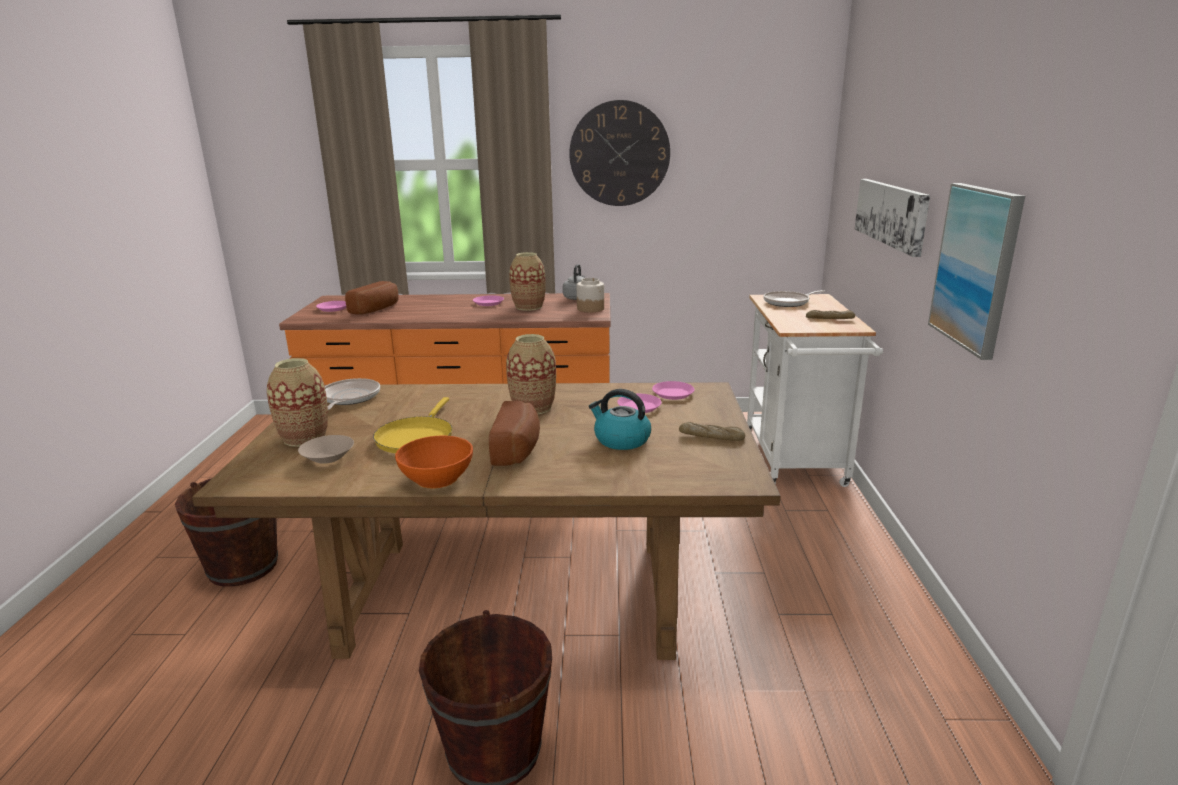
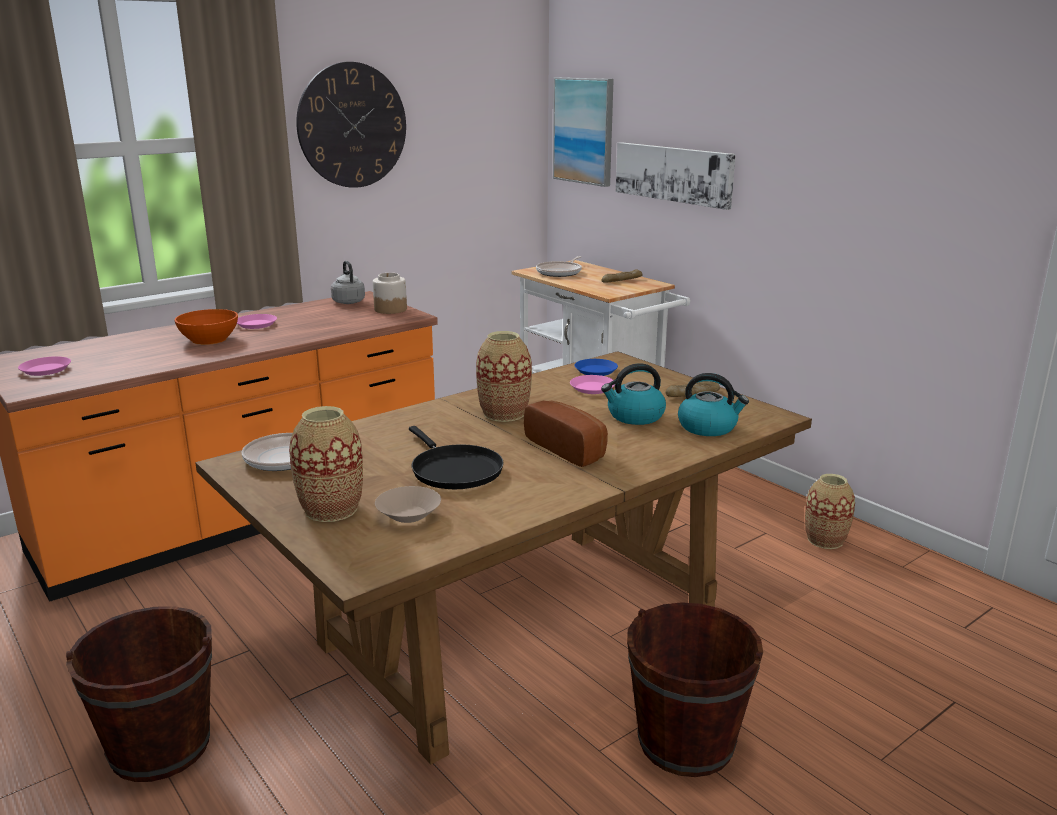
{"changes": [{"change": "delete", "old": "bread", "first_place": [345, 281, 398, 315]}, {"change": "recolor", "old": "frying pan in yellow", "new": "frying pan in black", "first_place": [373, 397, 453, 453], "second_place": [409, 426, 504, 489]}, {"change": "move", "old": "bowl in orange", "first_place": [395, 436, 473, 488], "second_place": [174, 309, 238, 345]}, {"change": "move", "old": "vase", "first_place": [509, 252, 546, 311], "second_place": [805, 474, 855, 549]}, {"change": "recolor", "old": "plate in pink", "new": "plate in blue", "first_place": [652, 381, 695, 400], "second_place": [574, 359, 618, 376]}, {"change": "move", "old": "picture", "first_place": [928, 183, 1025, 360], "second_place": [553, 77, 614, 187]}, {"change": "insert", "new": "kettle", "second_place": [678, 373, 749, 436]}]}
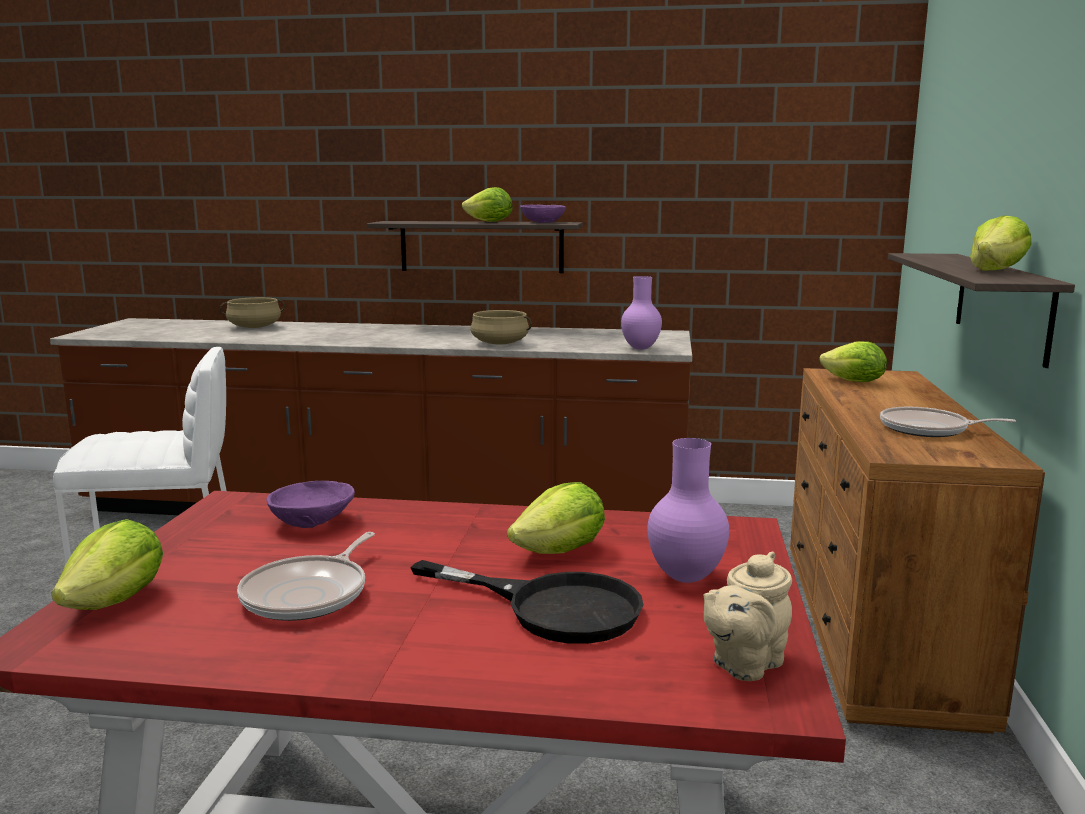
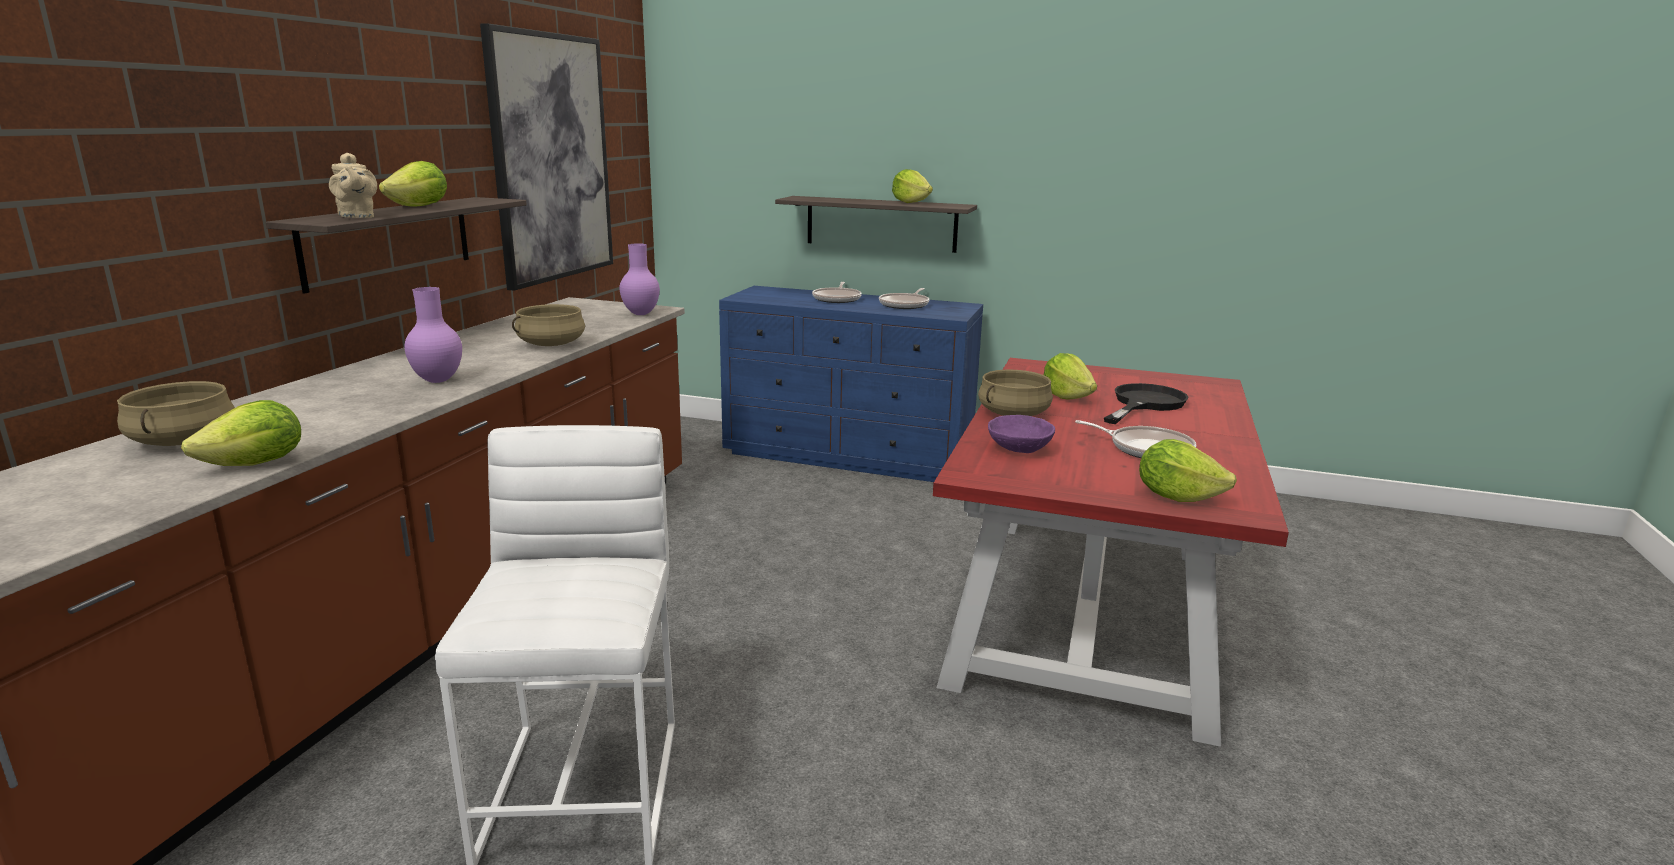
{"changes": [{"change": "delete", "old": "bowl in purple", "first_place": [520, 205, 566, 223]}, {"change": "move", "old": "vase in purple", "first_place": [648, 438, 729, 583], "second_place": [404, 287, 462, 383]}, {"change": "move", "old": "teapot in beige", "first_place": [703, 552, 792, 681], "second_place": [329, 153, 377, 218]}, {"change": "recolor", "old": "dresser in brown", "new": "dresser in blue", "first_place": [790, 368, 1045, 734], "second_place": [719, 286, 983, 482]}, {"change": "move", "old": "lettuce", "first_place": [819, 341, 887, 382], "second_place": [181, 400, 301, 466]}, {"change": "insert", "new": "picture", "second_place": [480, 23, 613, 291]}, {"change": "insert", "new": "frying pan", "second_place": [812, 282, 862, 303]}, {"change": "insert", "new": "cooking pot in beige", "second_place": [978, 369, 1053, 416]}]}
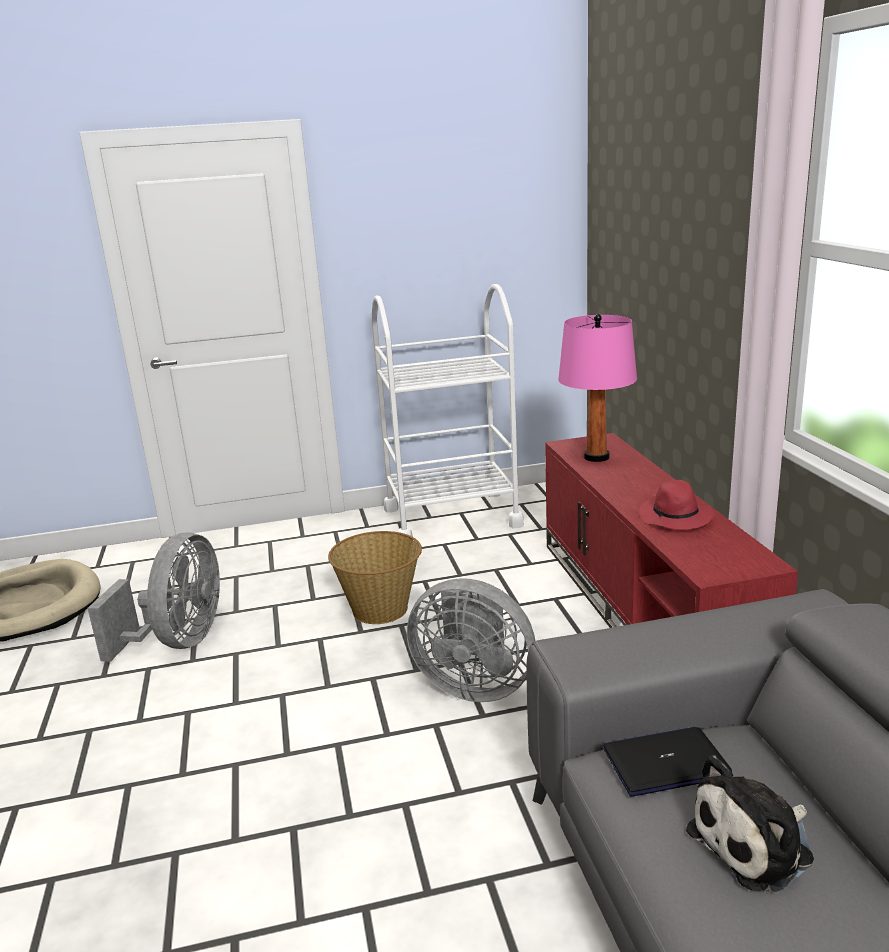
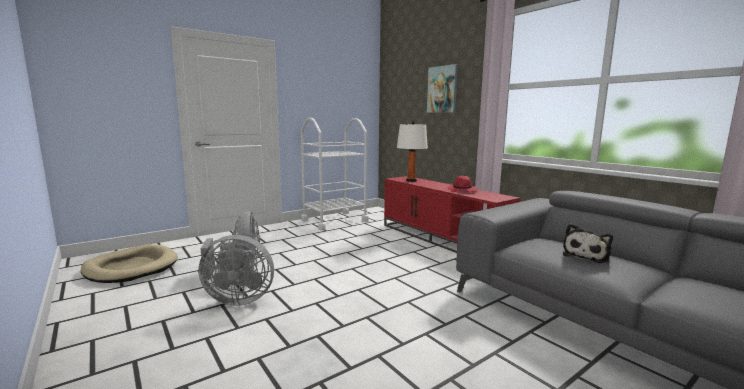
{"changes": [{"change": "delete", "old": "basket", "first_place": [328, 531, 422, 624]}, {"change": "move", "old": "fan in grey", "first_place": [407, 578, 535, 702], "second_place": [199, 235, 274, 306]}, {"change": "recolor", "old": "table lamp in pink", "new": "table lamp in white", "first_place": [558, 314, 637, 462], "second_place": [397, 121, 428, 182]}, {"change": "delete", "old": "laptop", "first_place": [603, 727, 733, 797]}, {"change": "insert", "new": "picture", "second_place": [427, 64, 458, 113]}]}
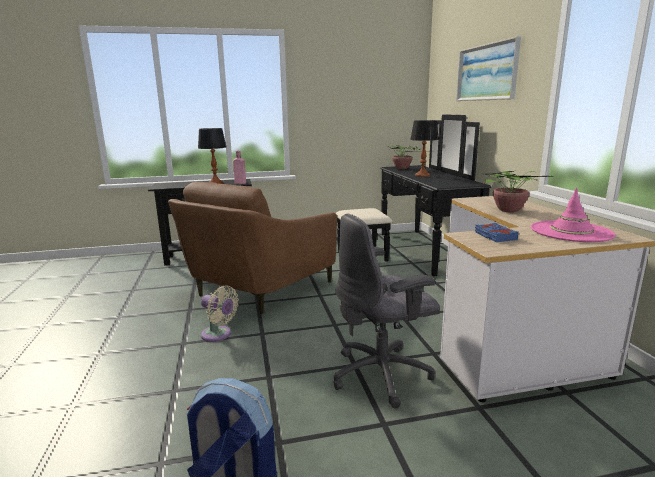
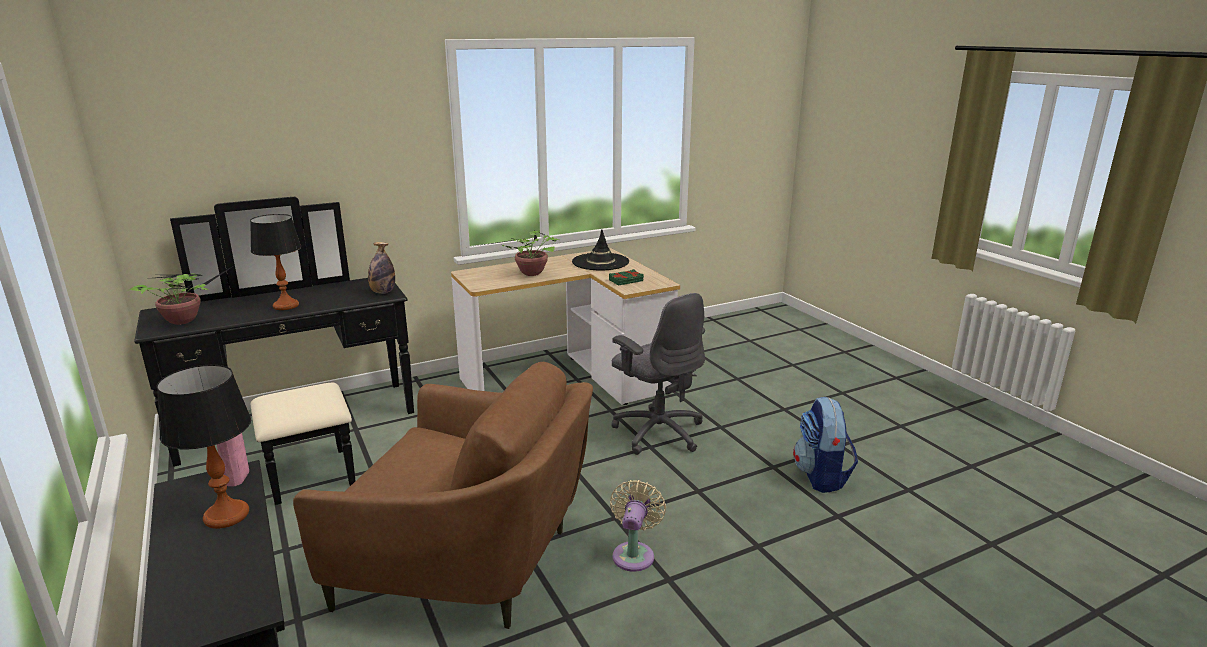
{"changes": [{"change": "delete", "old": "picture", "first_place": [456, 36, 521, 101]}, {"change": "recolor", "old": "book in blue", "new": "book in green", "first_place": [475, 223, 519, 242], "second_place": [609, 269, 644, 286]}, {"change": "recolor", "old": "hat in pink", "new": "hat in black", "first_place": [531, 187, 616, 242], "second_place": [572, 229, 629, 270]}, {"change": "insert", "new": "bottle", "second_place": [368, 242, 395, 294]}]}
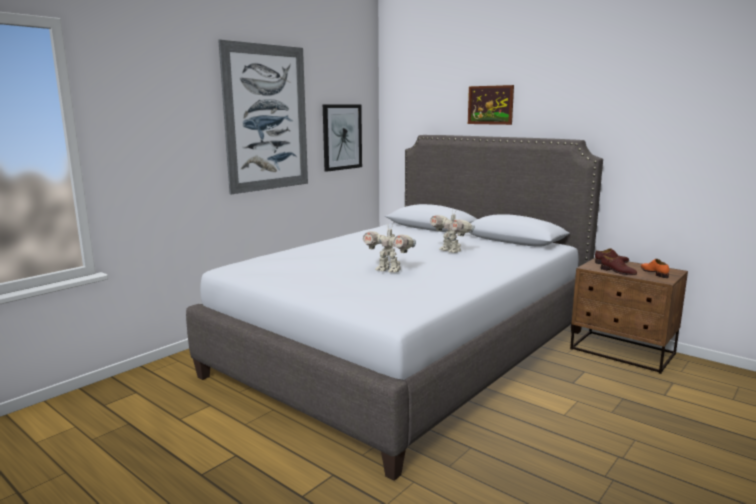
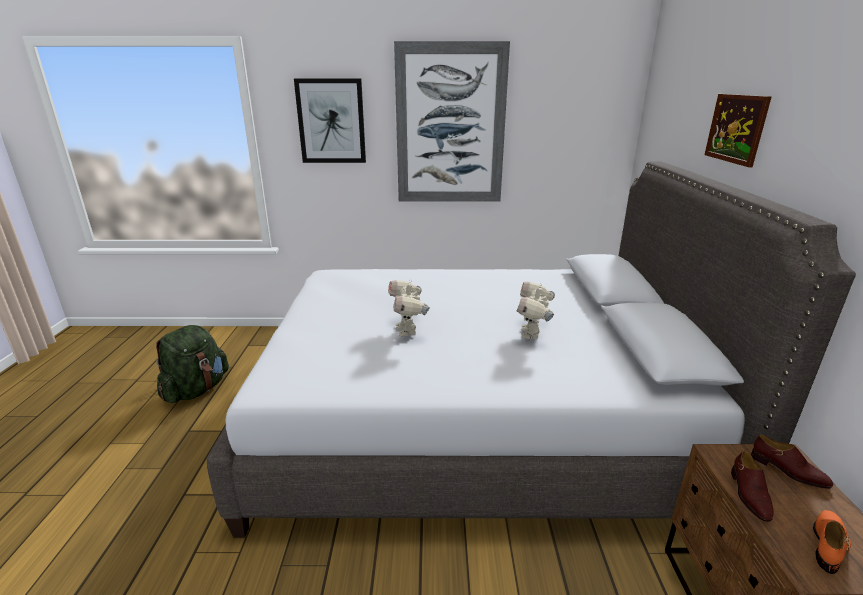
{"changes": [{"change": "move", "old": "picture", "first_place": [323, 104, 362, 172], "second_place": [294, 78, 366, 163]}, {"change": "insert", "new": "backpack in green", "second_place": [156, 325, 229, 403]}]}
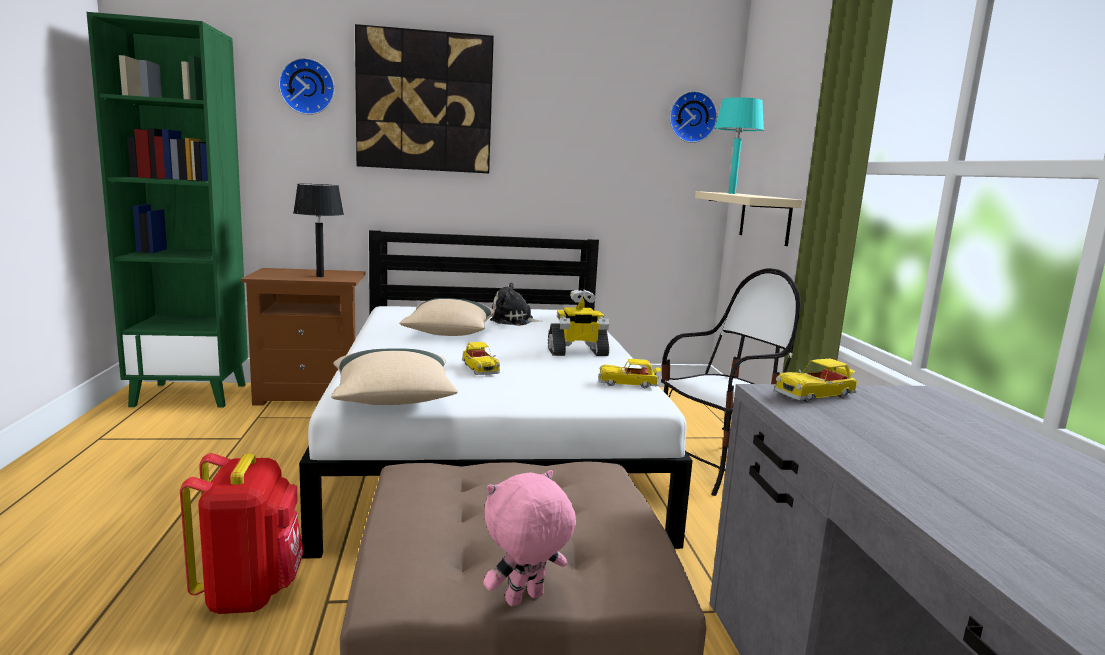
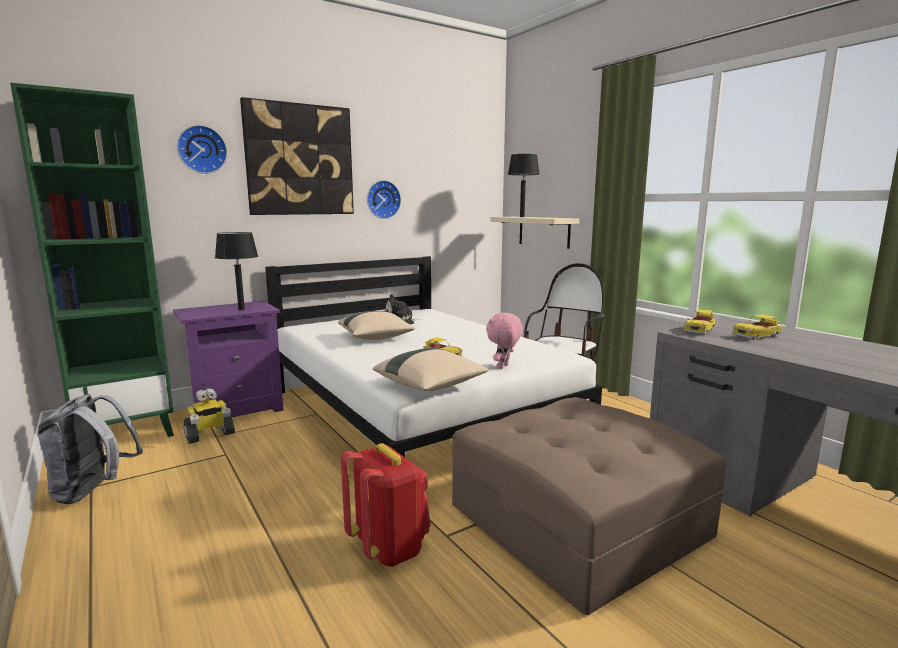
{"changes": [{"change": "recolor", "old": "nightstand in brown", "new": "nightstand in purple", "first_place": [241, 268, 366, 405], "second_place": [173, 301, 284, 417]}, {"change": "move", "old": "plush toy in pink", "first_place": [484, 470, 576, 607], "second_place": [486, 313, 523, 369]}, {"change": "move", "old": "toy robot", "first_place": [548, 289, 609, 356], "second_place": [184, 388, 235, 444]}, {"change": "move", "old": "toy car", "first_place": [599, 359, 661, 388], "second_place": [732, 315, 782, 340]}, {"change": "move", "old": "wall clock", "first_place": [669, 91, 717, 143], "second_place": [367, 180, 401, 219]}, {"change": "recolor", "old": "table lamp in turquoise", "new": "table lamp in black", "first_place": [715, 97, 764, 194], "second_place": [508, 154, 539, 217]}, {"change": "insert", "new": "backpack in grey", "second_place": [37, 394, 143, 504]}]}
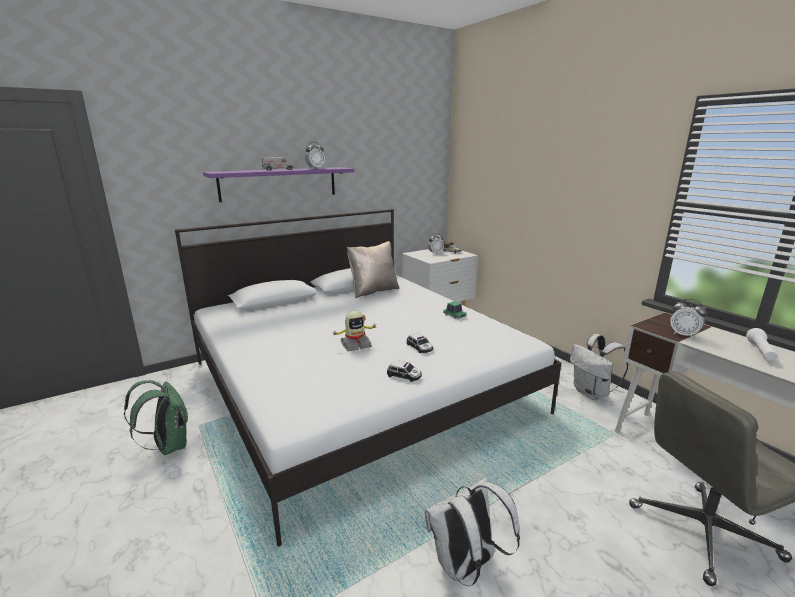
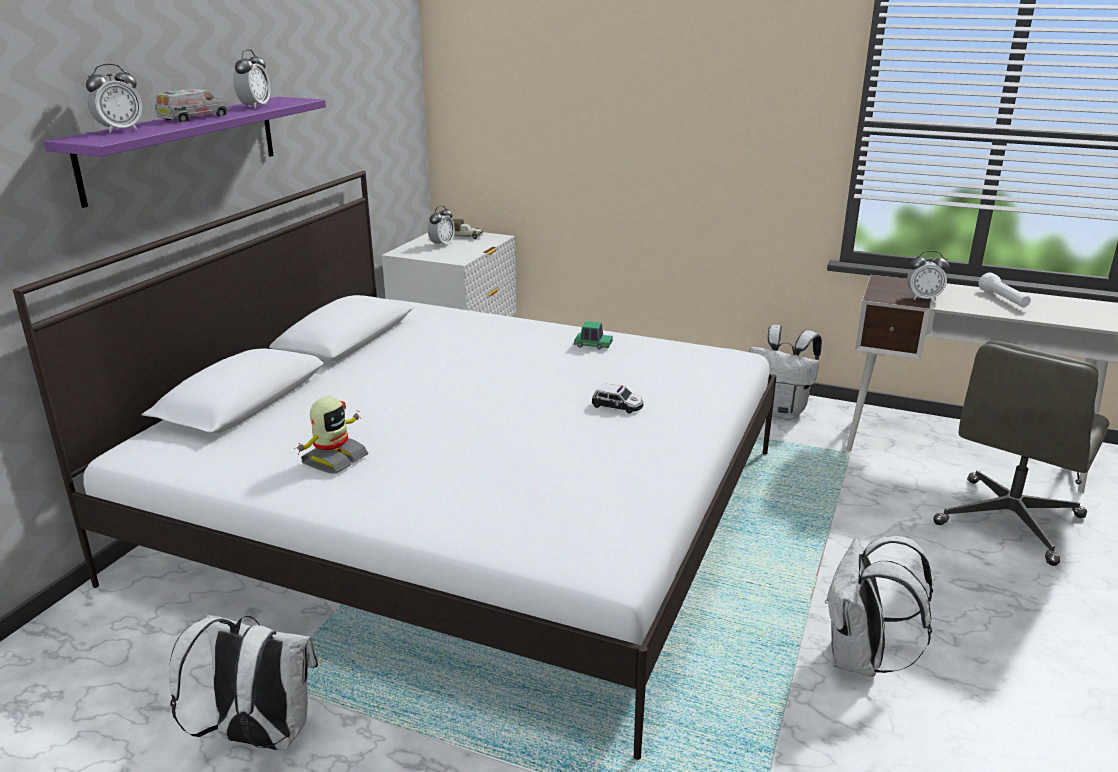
{"changes": [{"change": "recolor", "old": "backpack in green", "new": "backpack in white", "first_place": [124, 380, 188, 455], "second_place": [169, 615, 318, 750]}, {"change": "move", "old": "toy robot", "first_place": [331, 311, 377, 352], "second_place": [294, 397, 368, 474]}, {"change": "delete", "old": "pillow in beige", "first_place": [347, 241, 399, 298]}, {"change": "delete", "old": "toy car", "first_place": [387, 360, 422, 382]}, {"change": "insert", "new": "alarm clock", "second_place": [86, 64, 142, 133]}]}
